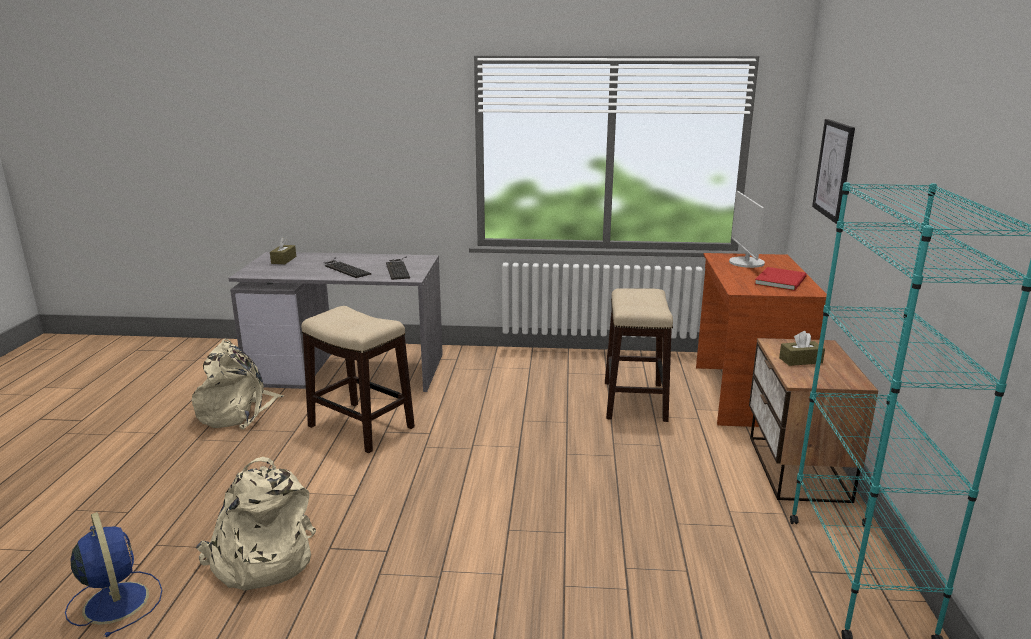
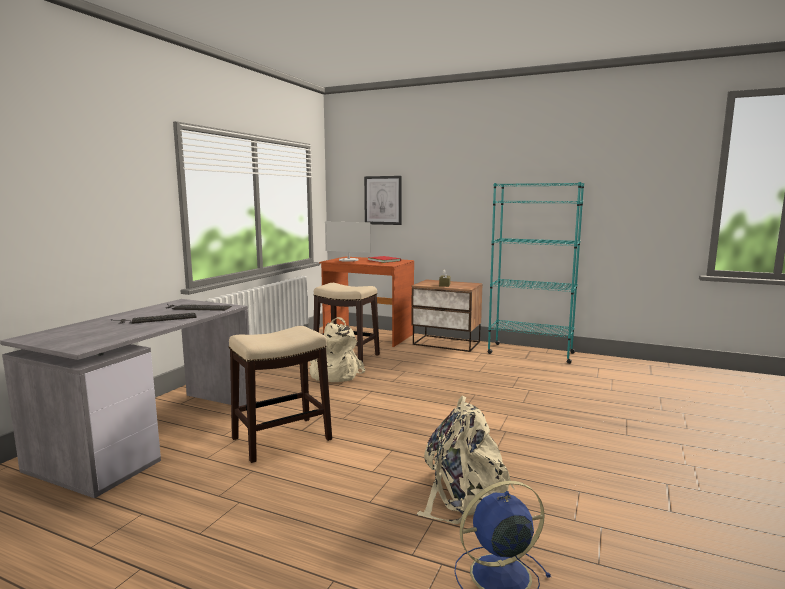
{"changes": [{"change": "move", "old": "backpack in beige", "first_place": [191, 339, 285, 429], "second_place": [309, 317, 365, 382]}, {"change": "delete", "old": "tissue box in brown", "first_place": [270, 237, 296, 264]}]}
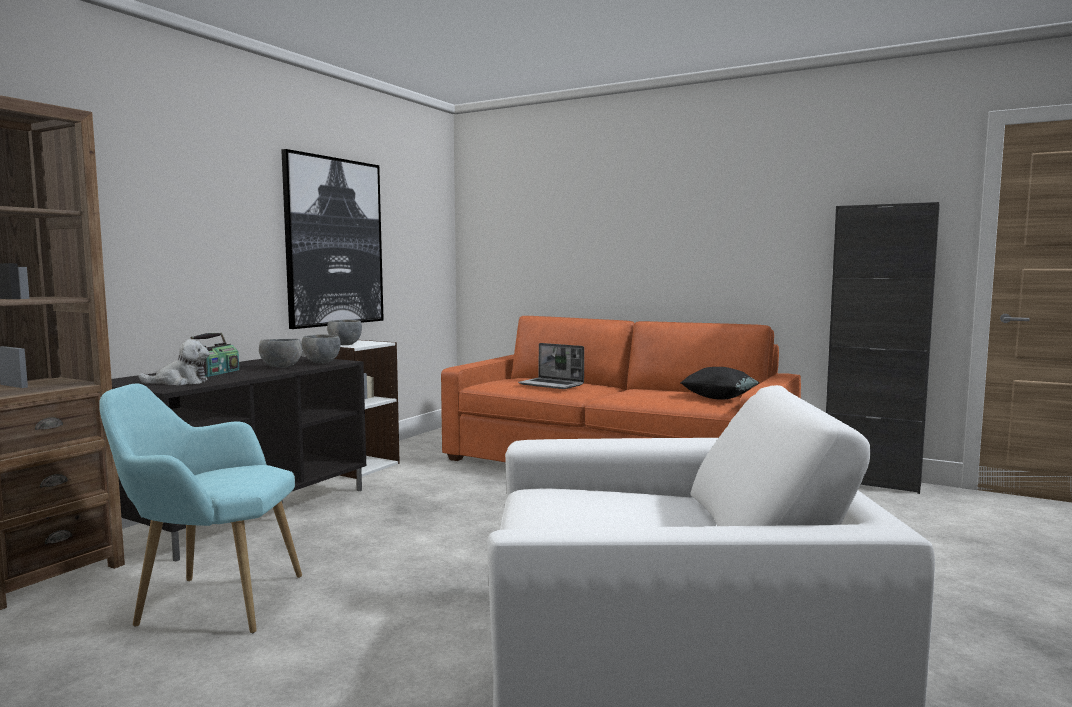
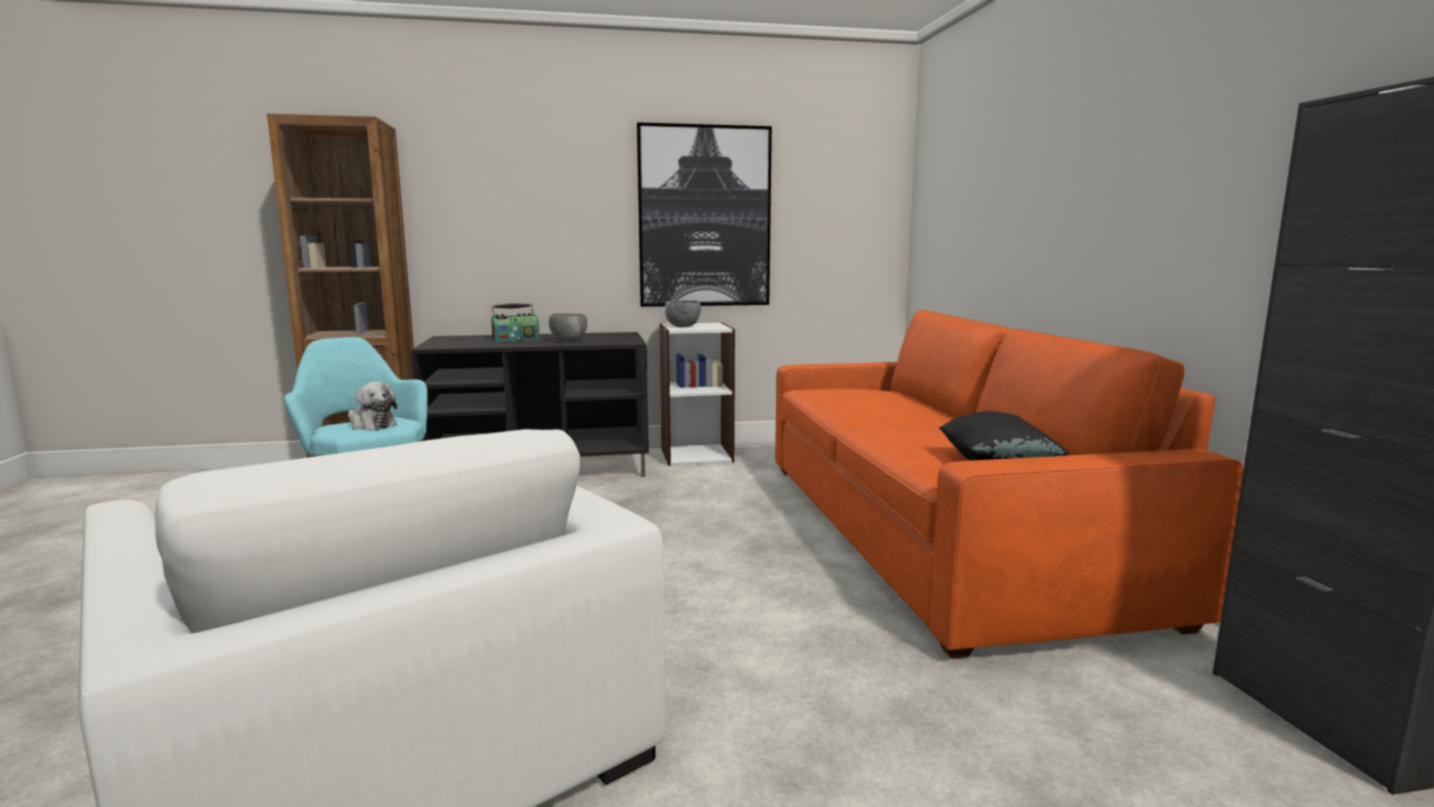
{"changes": [{"change": "move", "old": "plush toy", "first_place": [138, 339, 210, 386], "second_place": [348, 382, 397, 430]}, {"change": "delete", "old": "bowl in grey", "first_place": [301, 334, 341, 363]}, {"change": "delete", "old": "laptop", "first_place": [518, 343, 584, 389]}]}
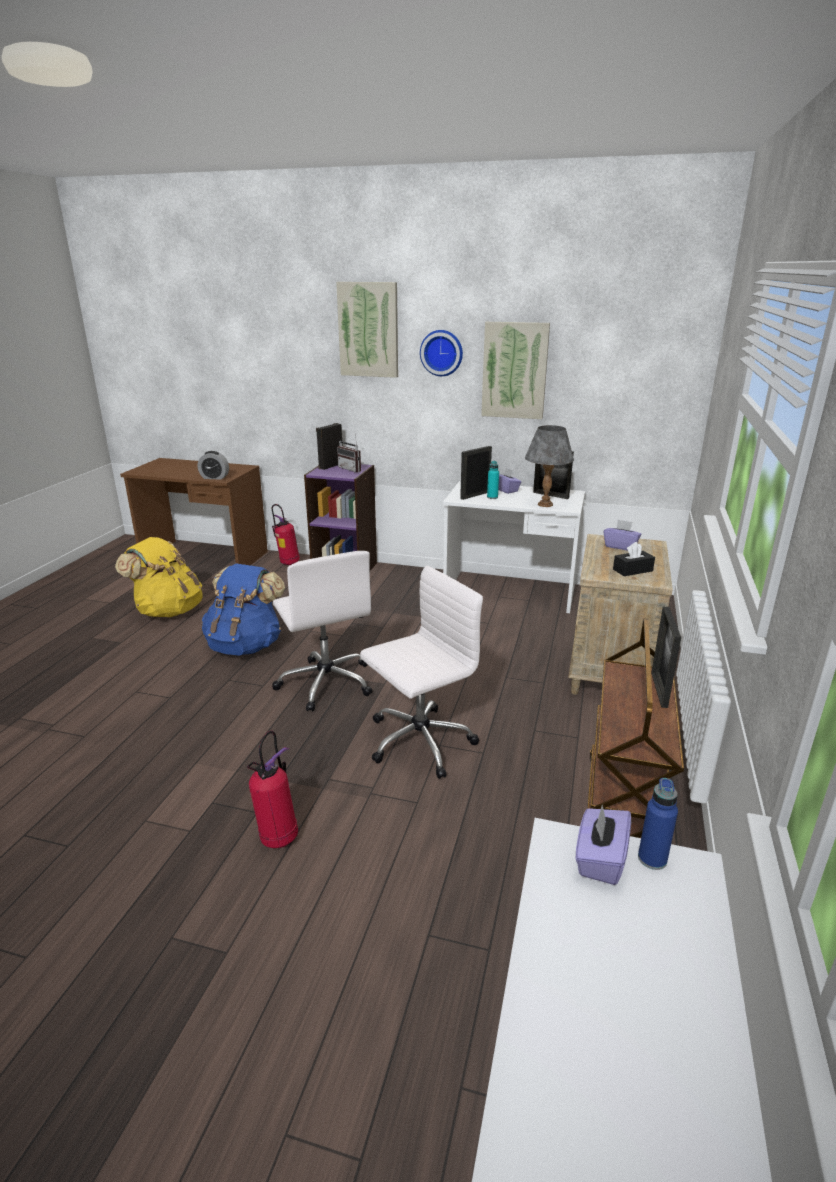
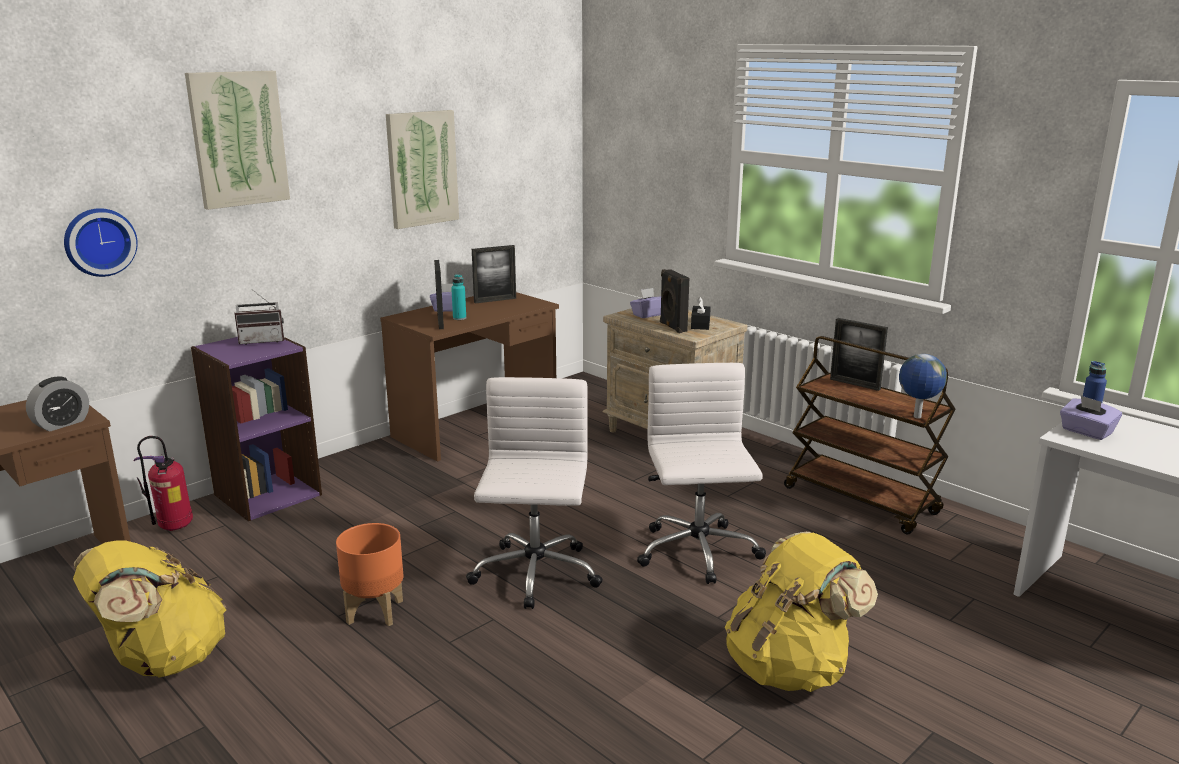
{"changes": [{"change": "replace", "old": "backpack in blue", "new": "planter in orange", "first_place": [202, 564, 285, 656], "second_place": [336, 523, 403, 626]}, {"change": "replace", "old": "fire extinguisher", "new": "backpack in yellow", "first_place": [247, 731, 298, 848], "second_place": [725, 532, 878, 692]}, {"change": "rotate", "old": "office chair in white", "first_place": [272, 551, 373, 711], "second_place": [466, 377, 603, 609], "degrees": -90}, {"change": "move", "old": "speaker in black", "first_place": [316, 423, 342, 470], "second_place": [660, 269, 689, 333]}, {"change": "move", "old": "wall clock", "first_place": [420, 330, 463, 376], "second_place": [64, 208, 138, 277]}, {"change": "recolor", "old": "desk in white", "new": "desk in brown", "first_place": [443, 481, 585, 613], "second_place": [380, 292, 559, 462]}, {"change": "delete", "old": "table lamp in grey", "first_place": [525, 425, 574, 507]}, {"change": "insert", "new": "globe", "second_place": [899, 354, 947, 418]}]}
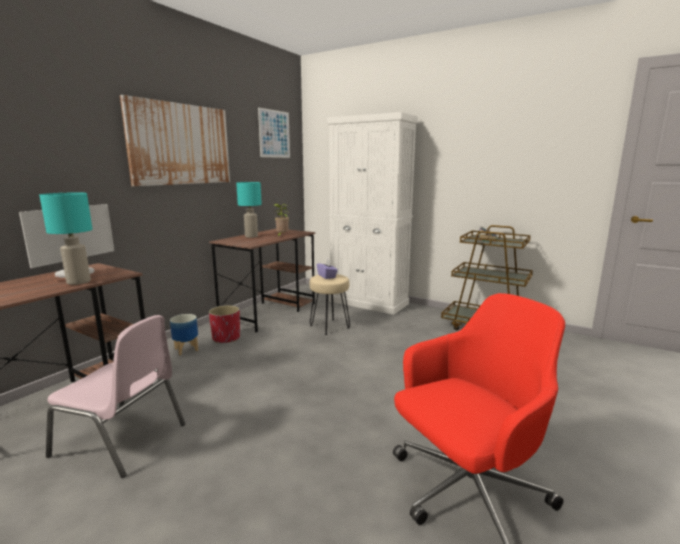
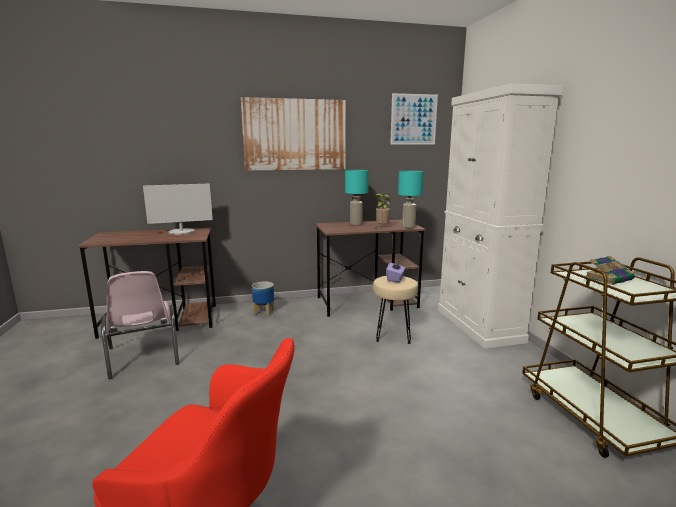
{"changes": [{"change": "move", "old": "table lamp in turquoise", "first_place": [39, 192, 93, 285], "second_place": [398, 171, 424, 229]}, {"change": "delete", "old": "planter in red", "first_place": [209, 305, 240, 343]}]}
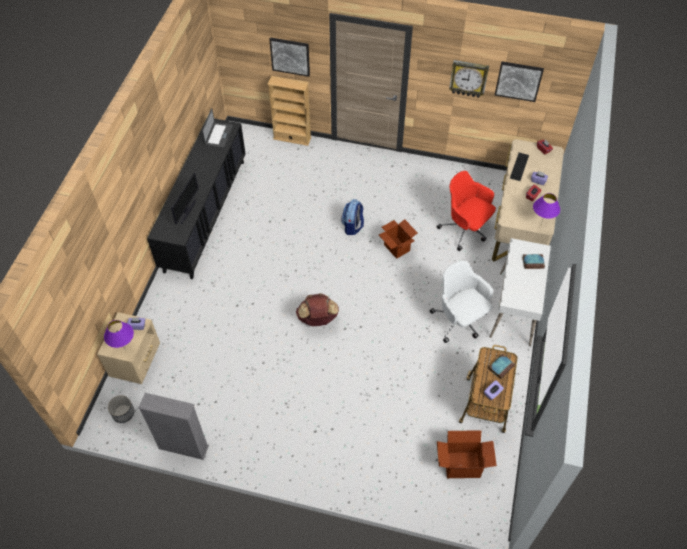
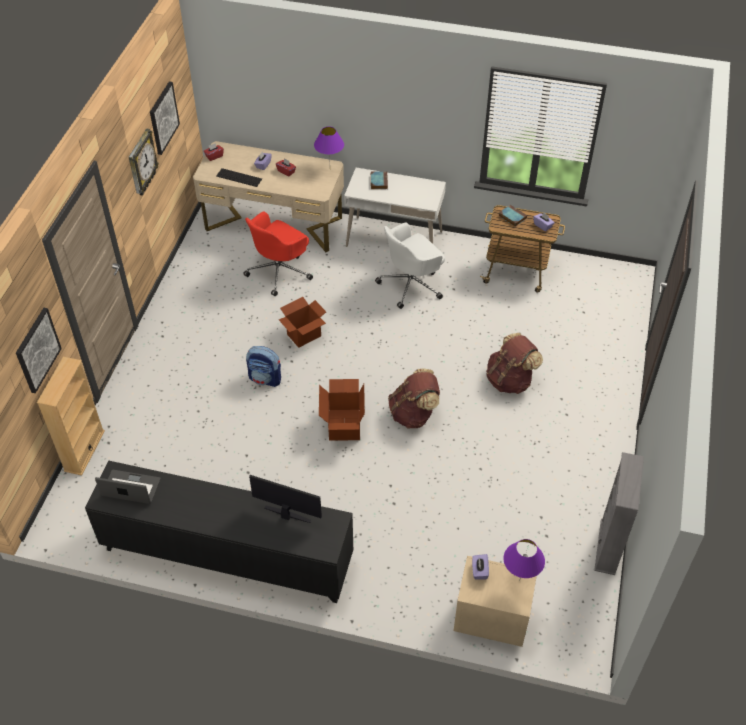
{"changes": [{"change": "delete", "old": "planter", "first_place": [108, 395, 134, 423]}, {"change": "move", "old": "cardboard box", "first_place": [437, 430, 497, 478], "second_place": [319, 379, 365, 441]}, {"change": "insert", "new": "backpack in brown", "second_place": [486, 333, 543, 394]}]}
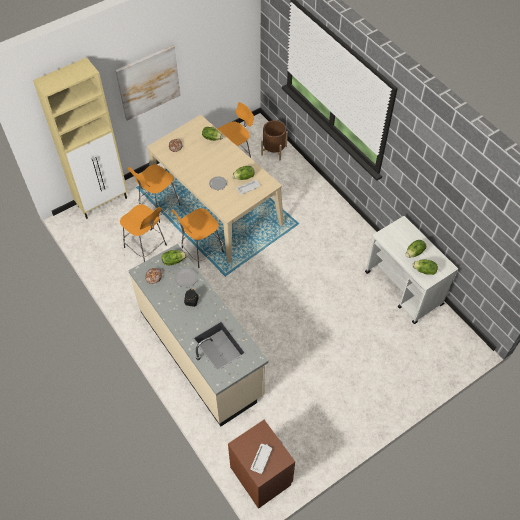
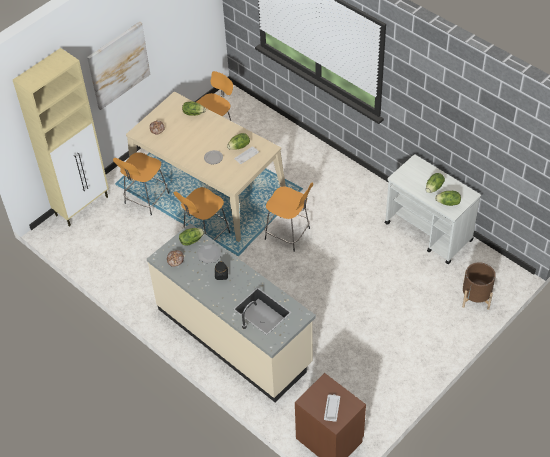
{"changes": [{"change": "move", "old": "stool in orange", "first_place": [120, 204, 167, 262], "second_place": [264, 183, 313, 252]}, {"change": "move", "old": "planter in brown", "first_place": [261, 120, 288, 160], "second_place": [462, 262, 496, 310]}]}
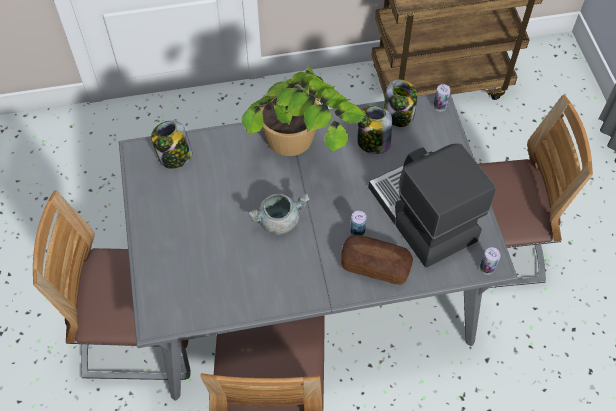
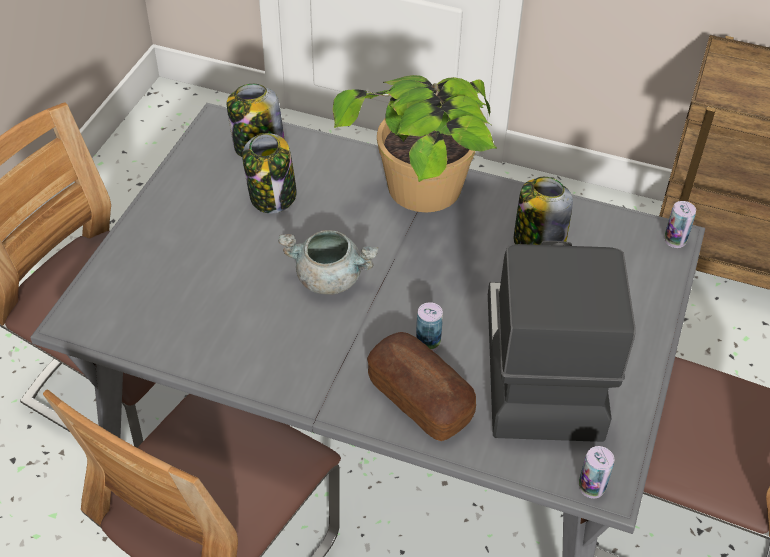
{"changes": [{"change": "move", "old": "jar", "first_place": [384, 80, 417, 127], "second_place": [242, 133, 297, 214]}]}
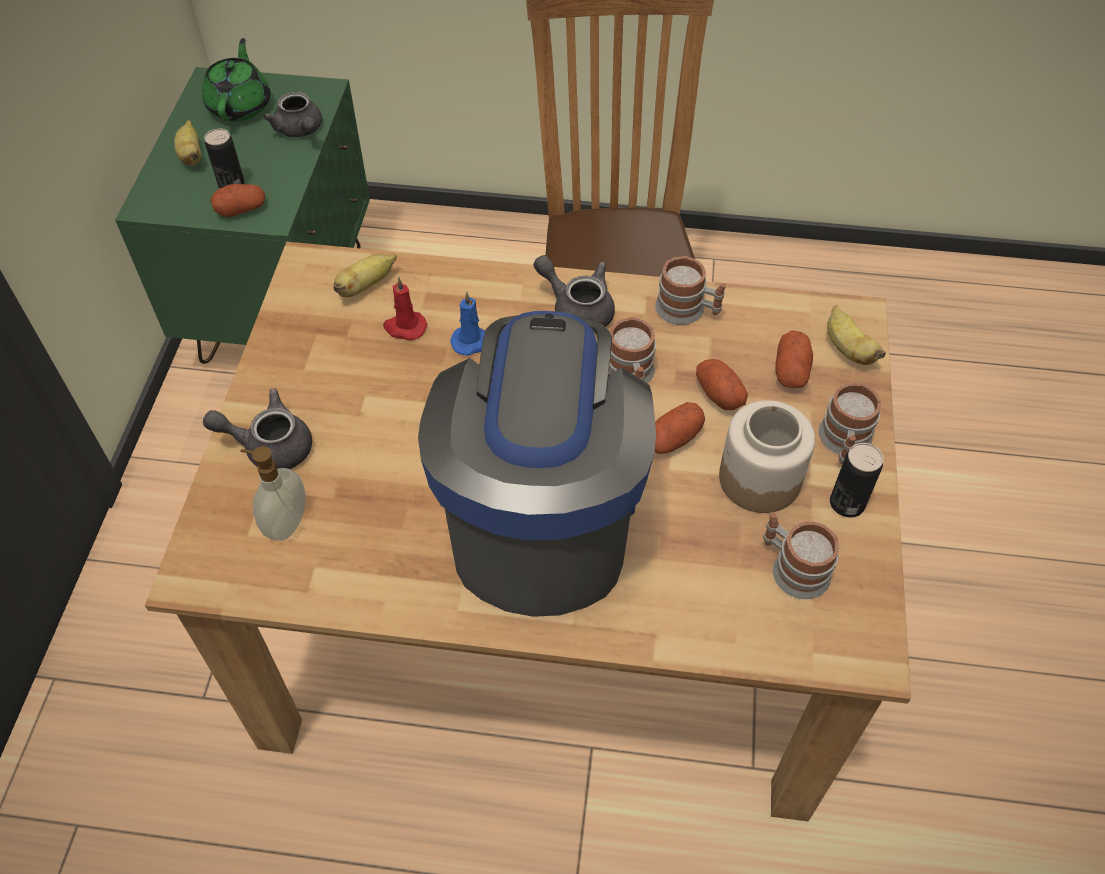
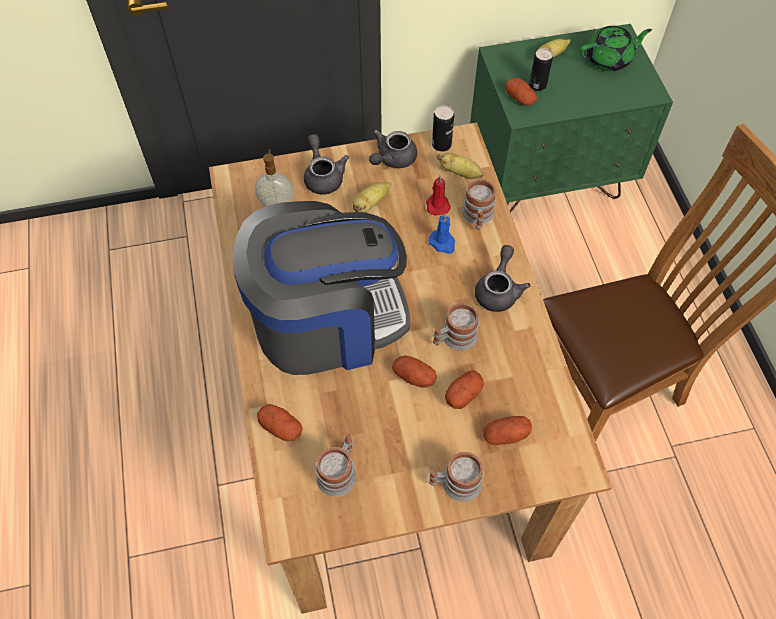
{"changes": [{"change": "move", "old": "teapot in grey", "first_place": [263, 92, 322, 137], "second_place": [369, 130, 417, 168]}, {"change": "move", "old": "mug", "first_place": [655, 256, 726, 325], "second_place": [462, 179, 496, 230]}, {"change": "delete", "old": "jar", "first_place": [719, 400, 815, 513]}, {"change": "move", "old": "banana", "first_place": [827, 305, 886, 365], "second_place": [352, 182, 391, 212]}, {"change": "move", "old": "can", "first_place": [830, 443, 884, 517], "second_place": [432, 105, 454, 152]}, {"change": "insert", "new": "potato", "second_place": [257, 404, 303, 441]}]}
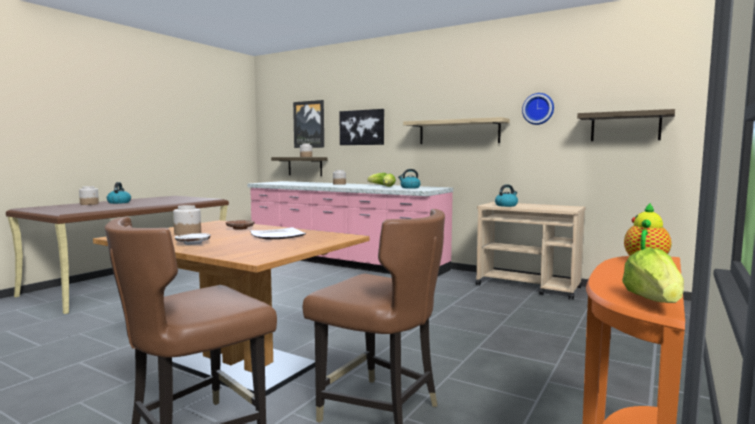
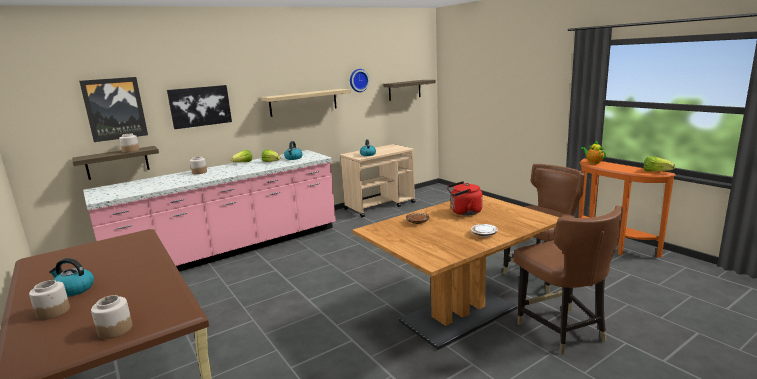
{"changes": [{"change": "move", "old": "jar", "first_place": [173, 205, 201, 235], "second_place": [91, 295, 133, 339]}, {"change": "replace", "old": "plate", "new": "kettle in red", "first_place": [250, 227, 306, 239], "second_place": [447, 181, 483, 215]}]}
